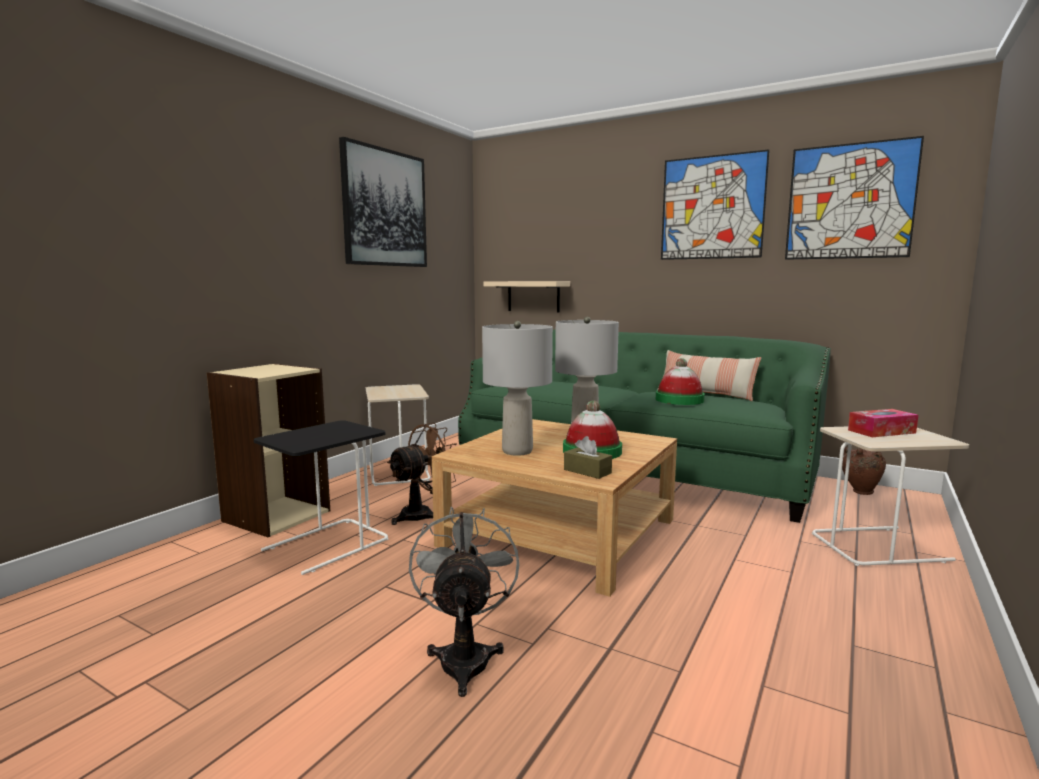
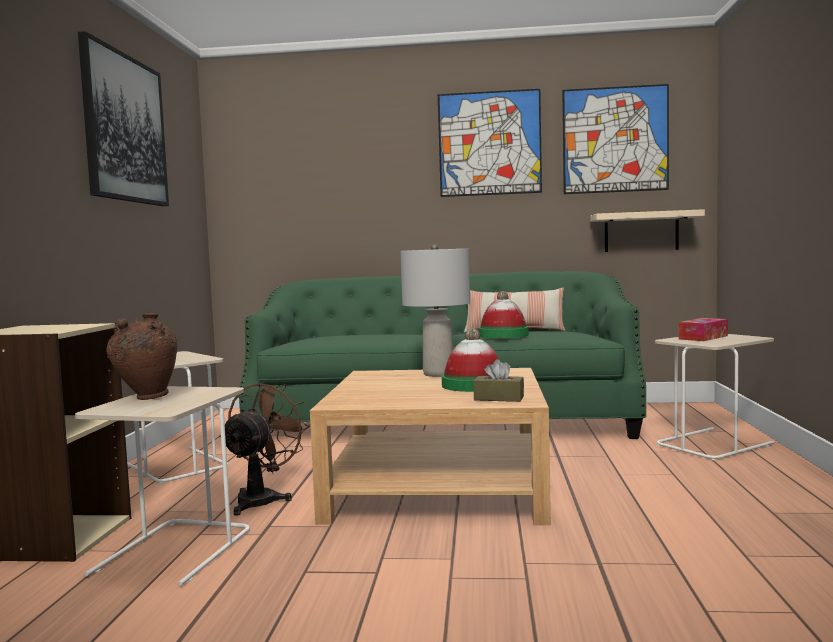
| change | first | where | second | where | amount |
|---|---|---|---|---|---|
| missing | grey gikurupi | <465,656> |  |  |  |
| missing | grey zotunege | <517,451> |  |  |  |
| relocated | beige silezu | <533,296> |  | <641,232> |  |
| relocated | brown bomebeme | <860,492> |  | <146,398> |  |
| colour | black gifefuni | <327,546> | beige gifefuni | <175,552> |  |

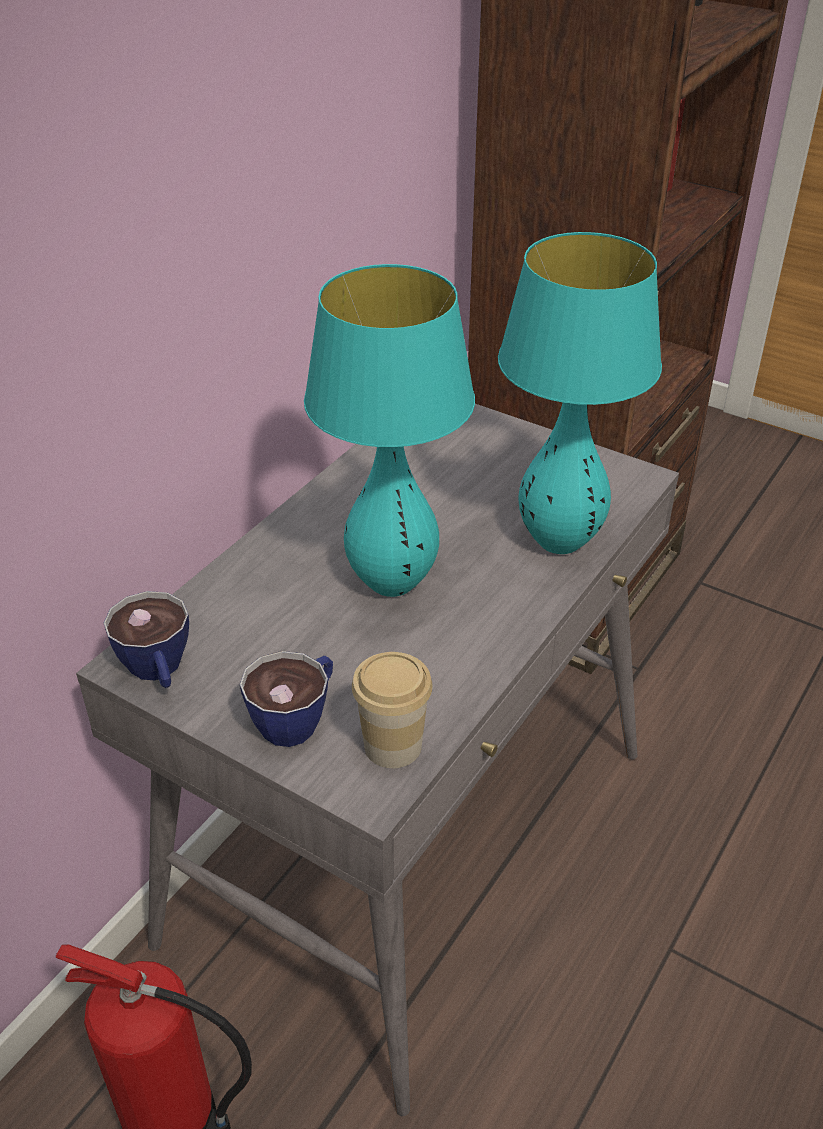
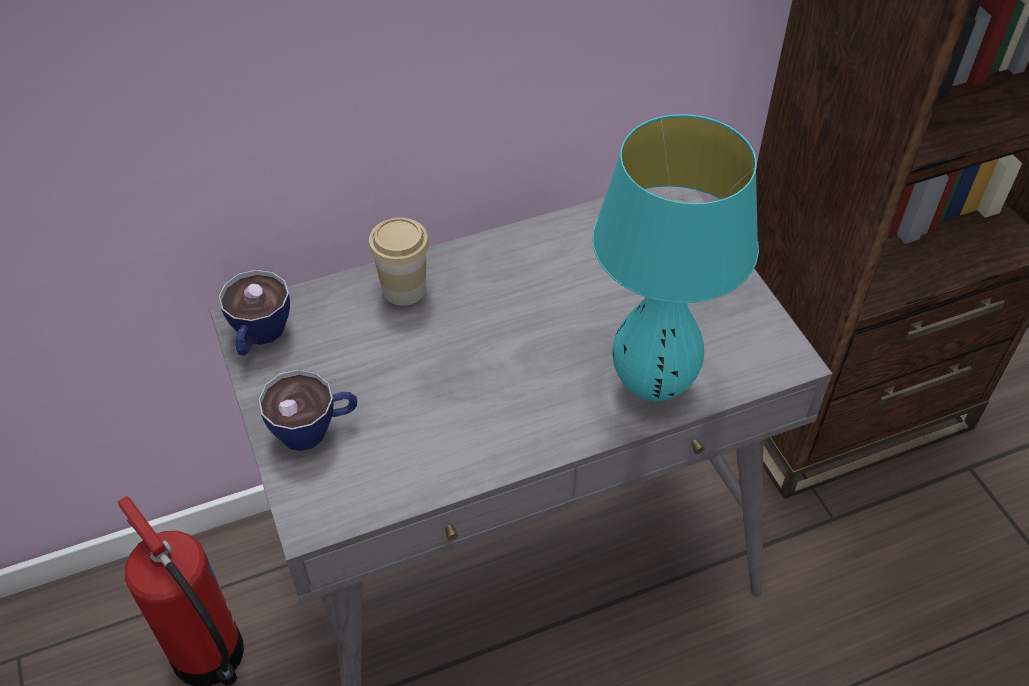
| change | first | where | second | where | amount |
|---|---|---|---|---|---|
| missing | turquoise zotunege | <391,583> |  |  |  |
| relocated | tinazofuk | <393,745> |  | <404,289> |  |

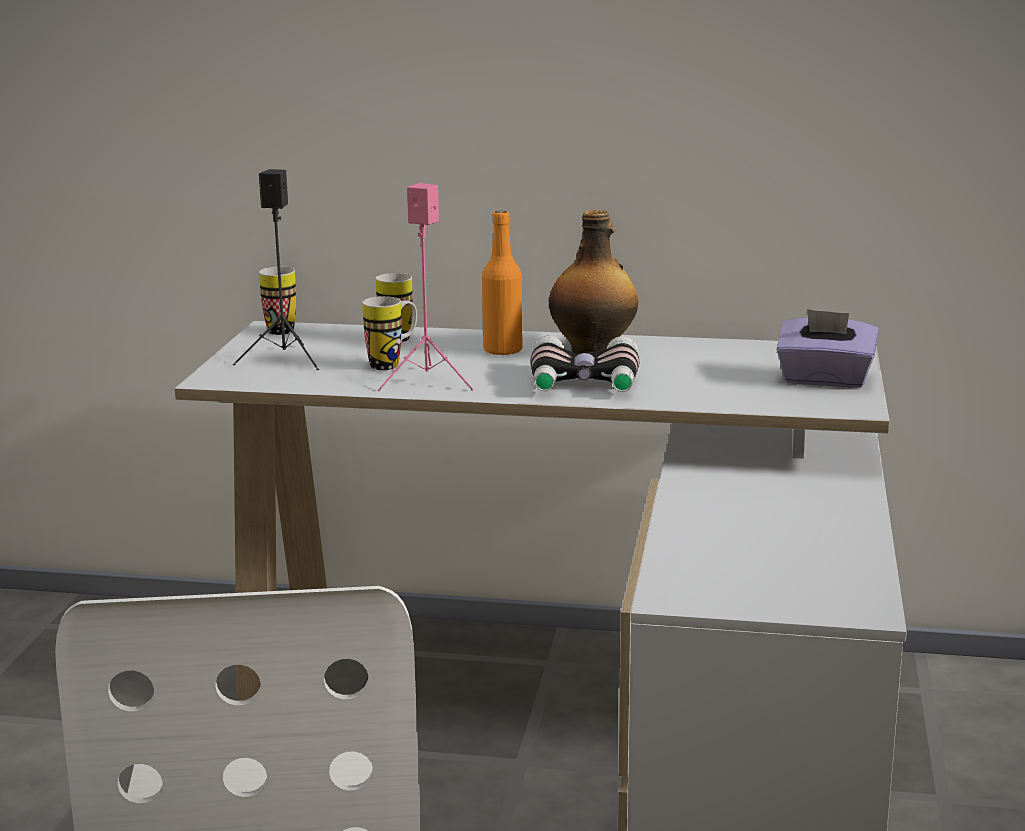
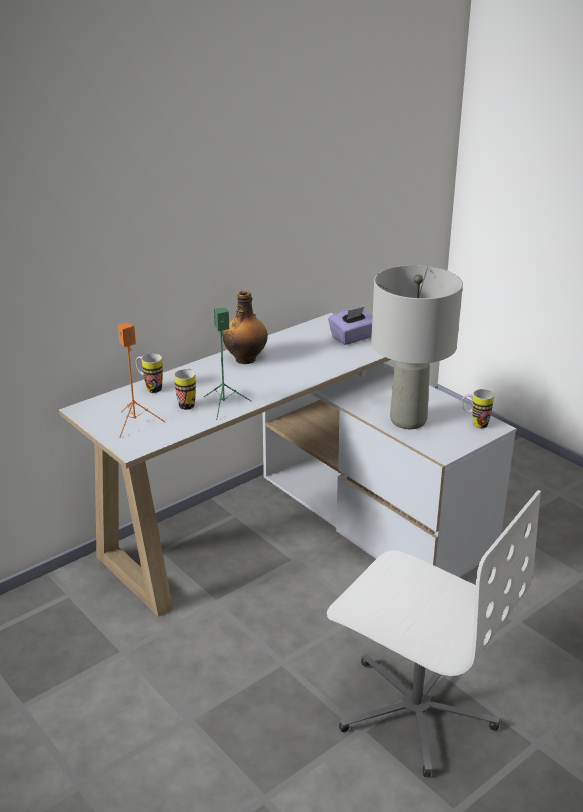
| change | first | where | second | where | amount |
|---|---|---|---|---|---|
| missing | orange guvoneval | <502,350> |  |  |  |
| missing | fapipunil | <584,383> |  |  |  |
| appeared |  |  | grey zotunege | <408,421> |  |
| relocated | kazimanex | <277,329> |  | <474,424> |  |
| colour | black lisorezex | <286,359> | orange lisorezex | <136,423> |  |
| colour | pink lisorezex | <426,382> | green lisorezex | <224,406> |  |

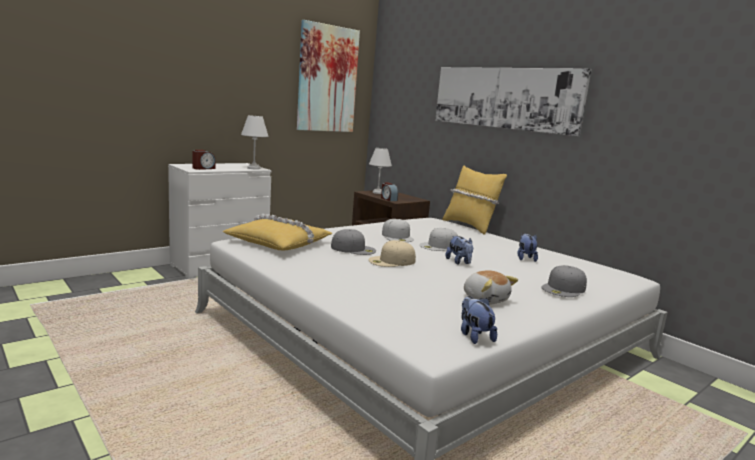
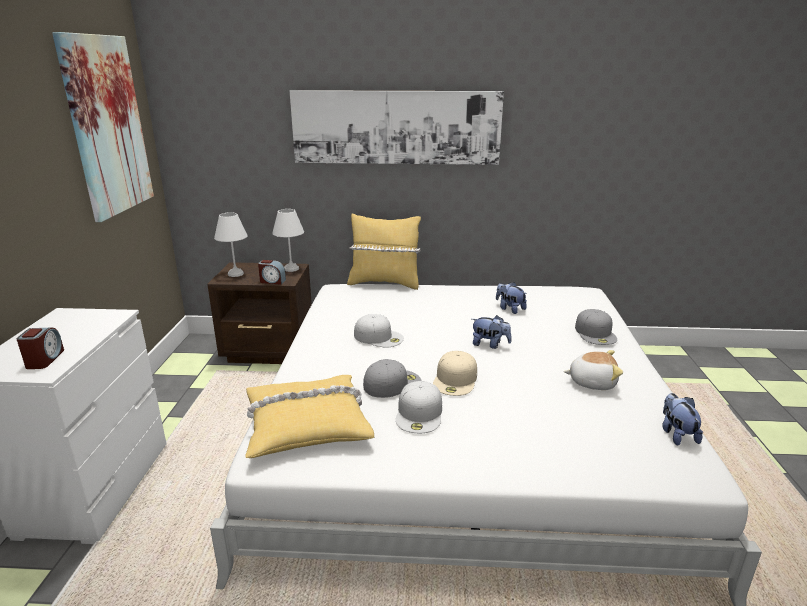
| change | first | where | second | where | amount |
|---|---|---|---|---|---|
| relocated | white zotunege | <254,168> |  | <291,268> |  |
| relocated | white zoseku | <439,246> |  | <420,413> |  |
| spun | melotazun | <474,336> |  | <676,434> | 60 degrees clockwise |

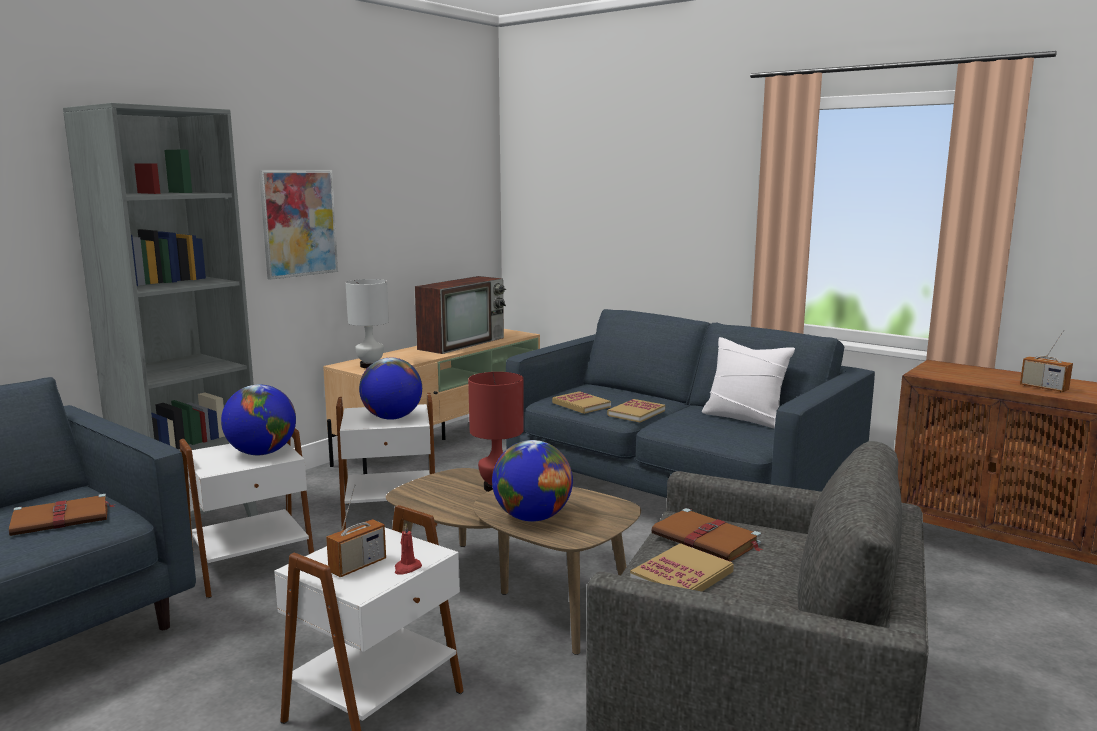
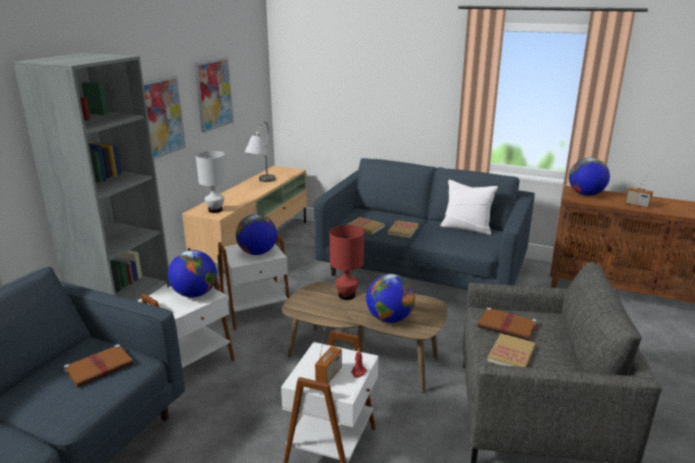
| change | first | where | second | where | amount |
|---|---|---|---|---|---|
| appeared |  |  | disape | <213,94> |  |
| appeared |  |  | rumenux | <585,194> |  |
| exchanged | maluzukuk | <462,343> | grey zotunege | <261,182> |  |

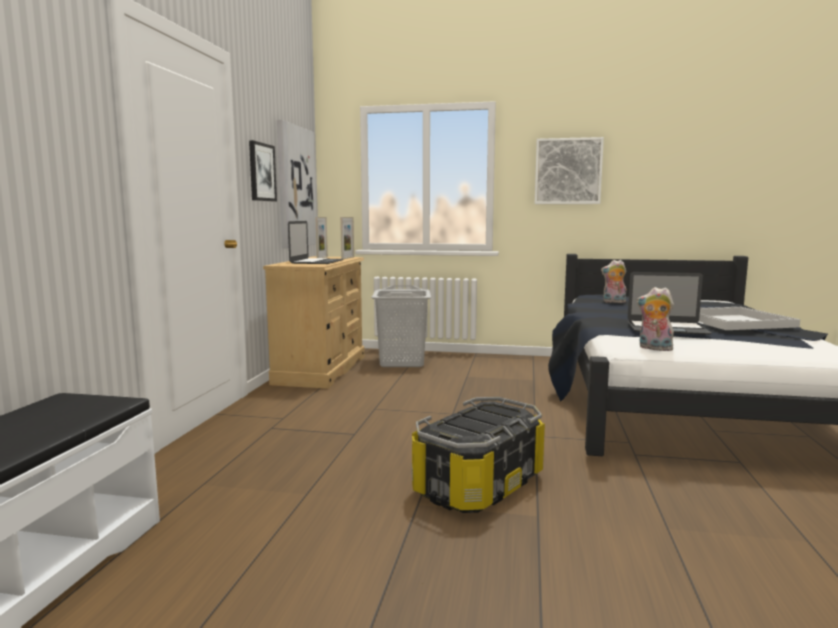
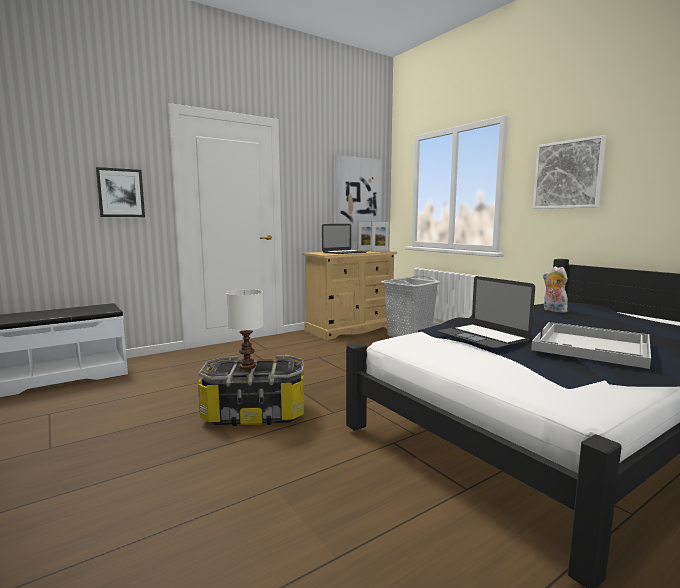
| change | first | where | second | where | amount |
|---|---|---|---|---|---|
| missing | melotazun | <653,348> |  |  |  |
| appeared |  |  | white zotunege | <247,366> |  |
| relocated | disape | <261,172> |  | <120,193> |  |

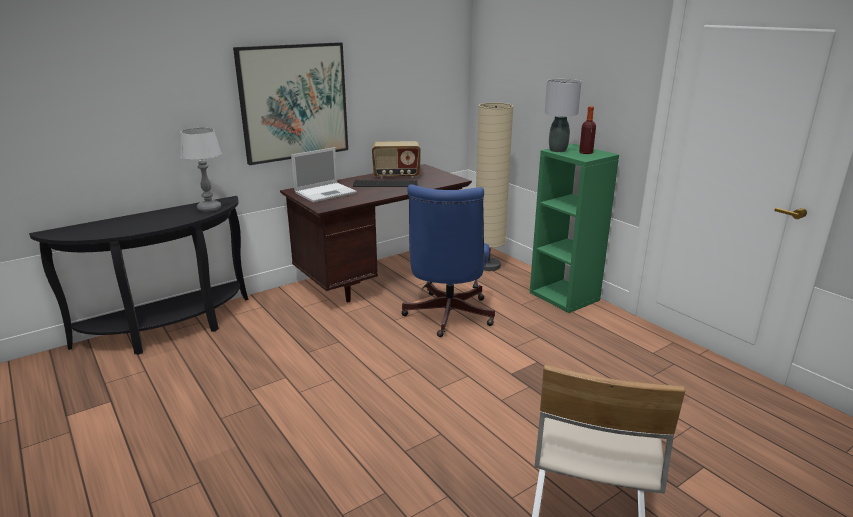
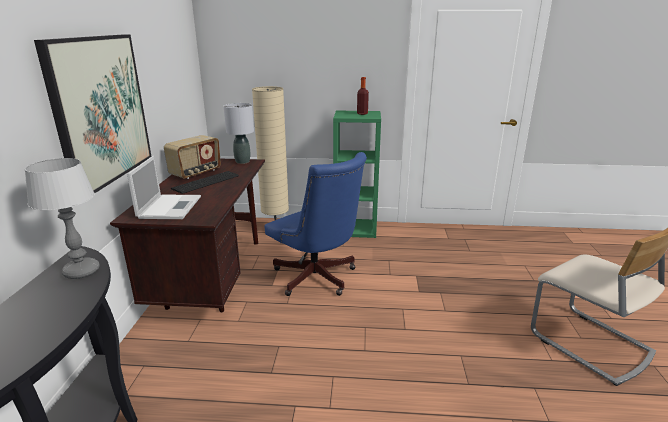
| change | first | where | second | where | amount |
|---|---|---|---|---|---|
| relocated | grey zotunege | <557,150> |  | <242,161> |  |

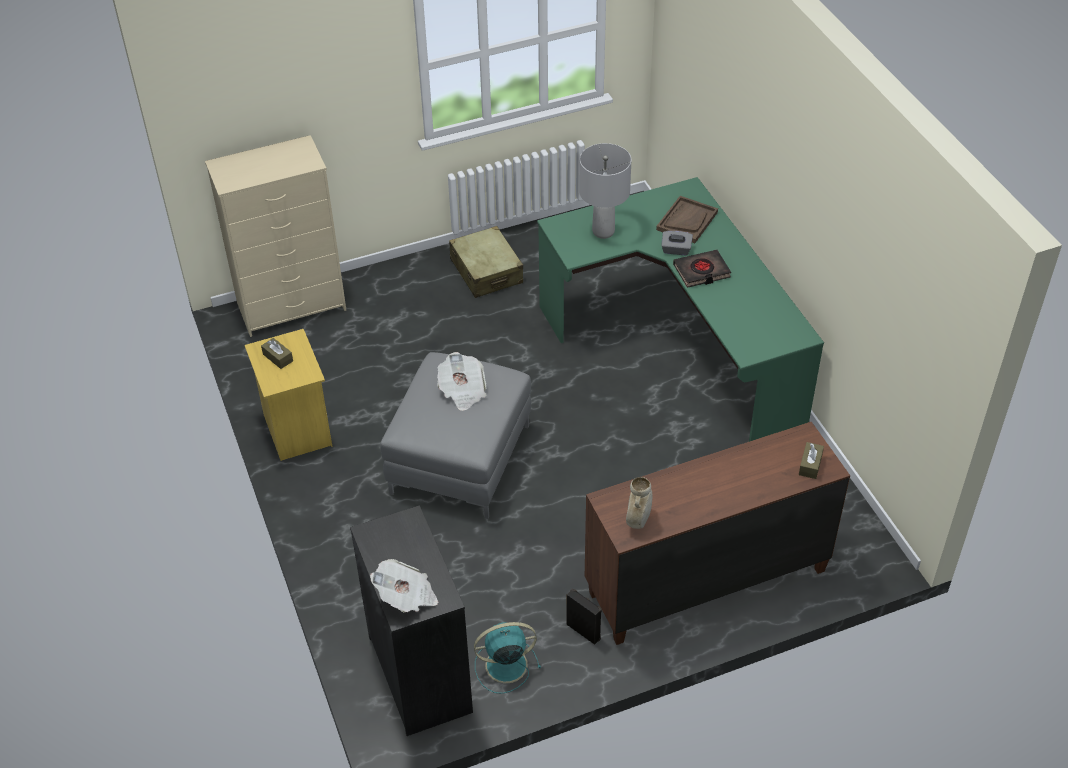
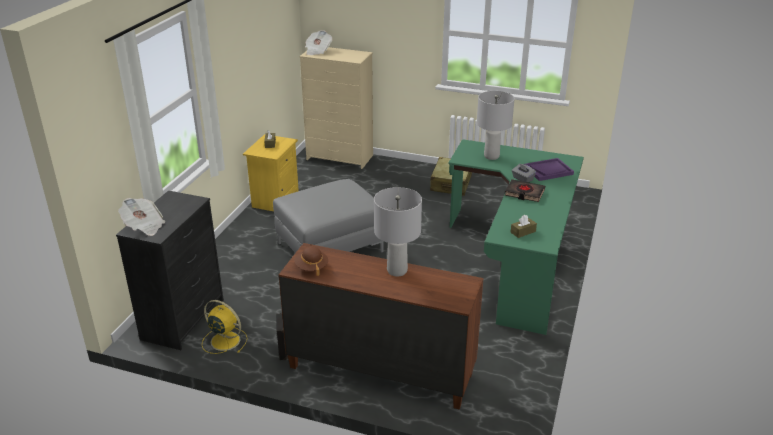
| change | first | where | second | where | amount |
|---|---|---|---|---|---|
| appeared |  |  | grey zotunege | <397,270> |  |
| relocated | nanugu | <462,391> |  | <317,51> |  |
| relocated | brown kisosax | <810,465> |  | <523,232> |  |
| exchanged | beige bomebeme | <638,520> | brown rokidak | <311,267> |  |
| colour | turquoise gikurupi | <504,665> | yellow gikurupi | <224,340> |  |
| colour | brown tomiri | <687,221> | purple tomiri | <548,170> |  |

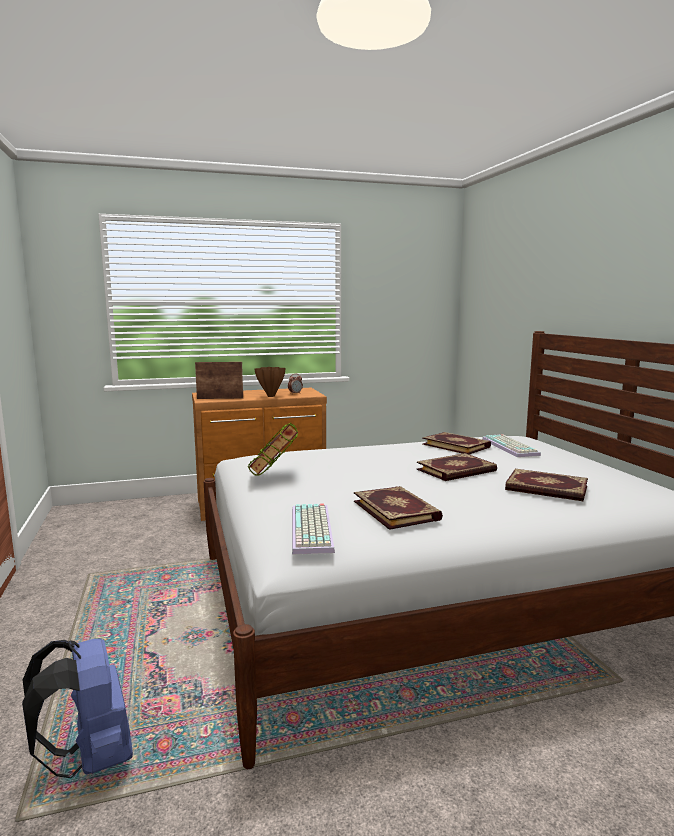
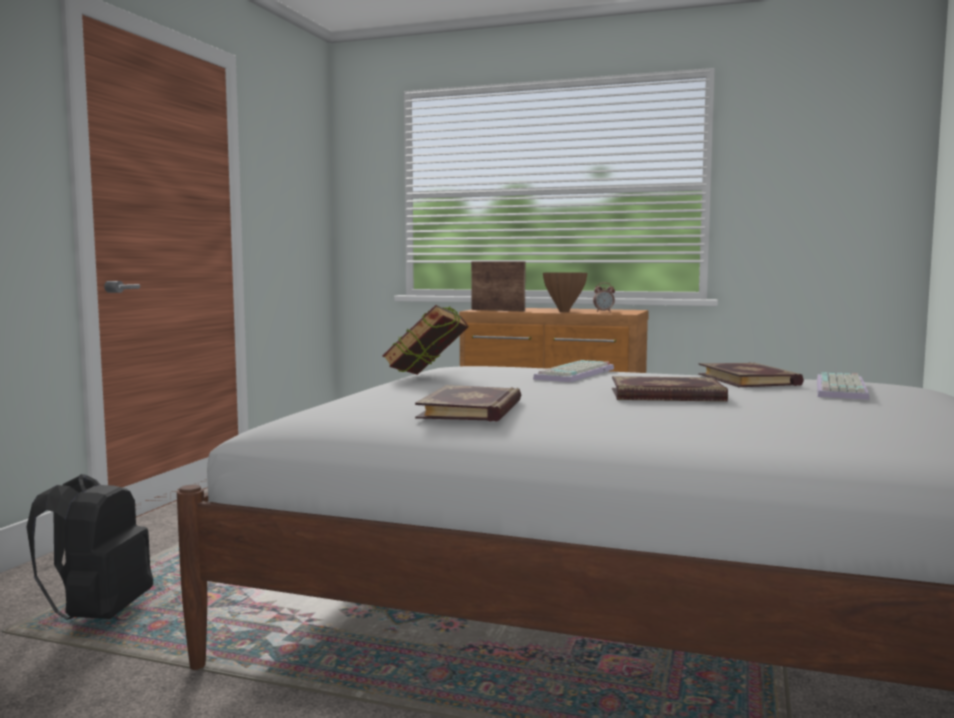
| change | first | where | second | where | amount |
|---|---|---|---|---|---|
| missing | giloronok | <546,489> |  |  |  |
| relocated | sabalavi | <313,530> |  | <576,374> |  |
| colour | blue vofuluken | <90,758> | black vofuluken | <98,614> |  |

